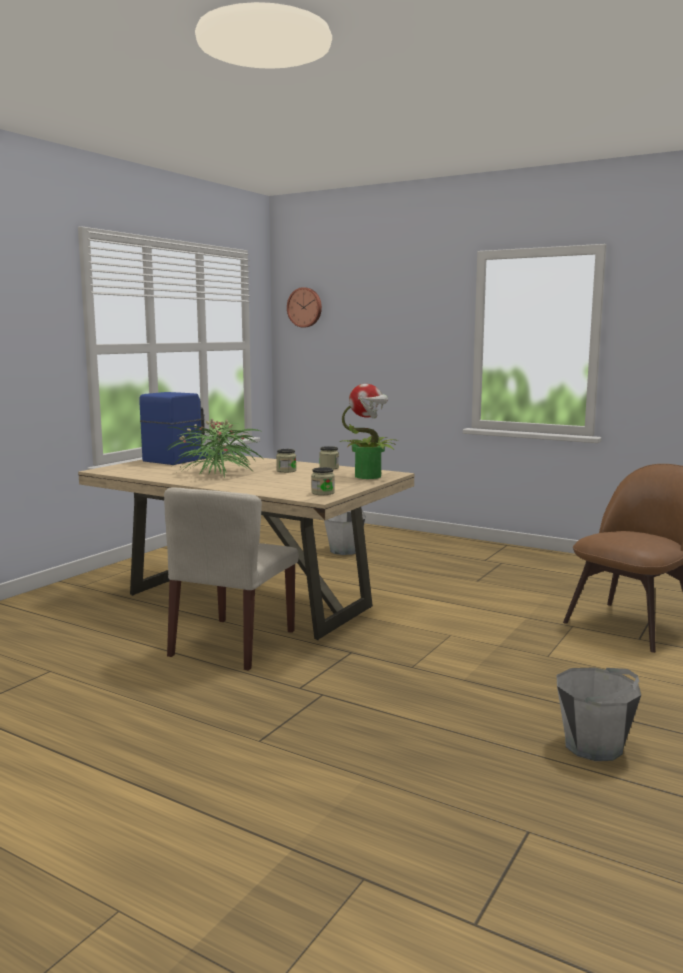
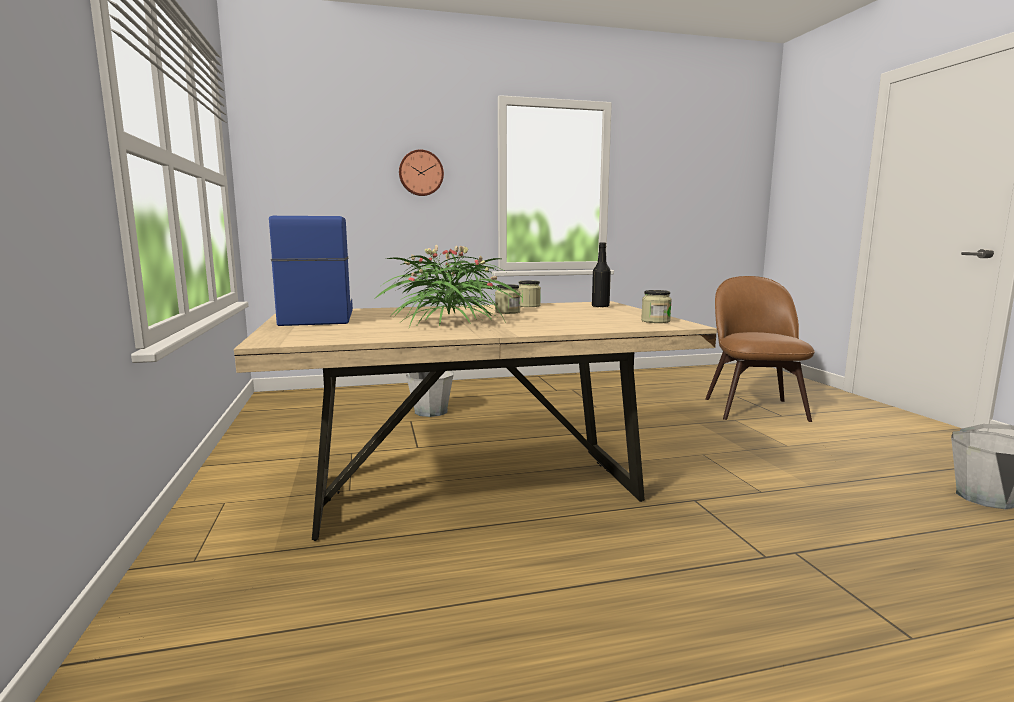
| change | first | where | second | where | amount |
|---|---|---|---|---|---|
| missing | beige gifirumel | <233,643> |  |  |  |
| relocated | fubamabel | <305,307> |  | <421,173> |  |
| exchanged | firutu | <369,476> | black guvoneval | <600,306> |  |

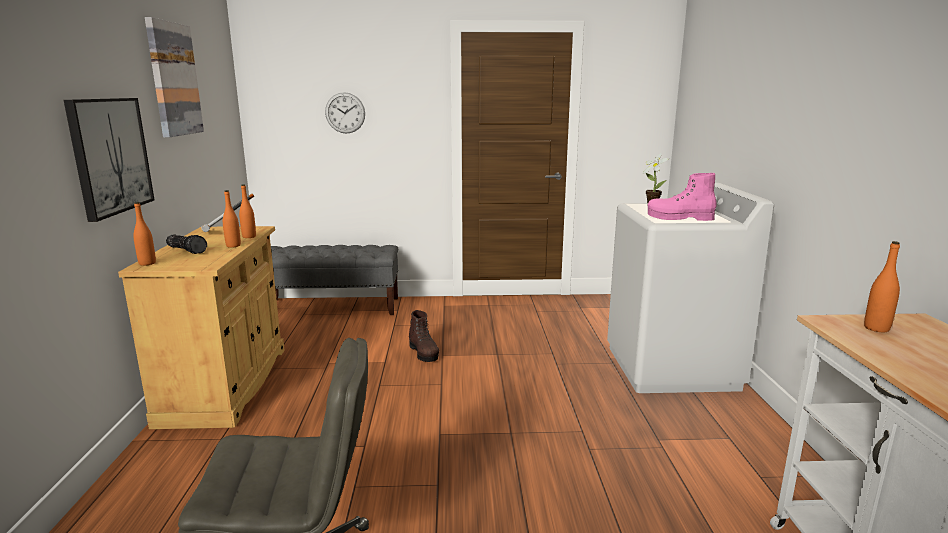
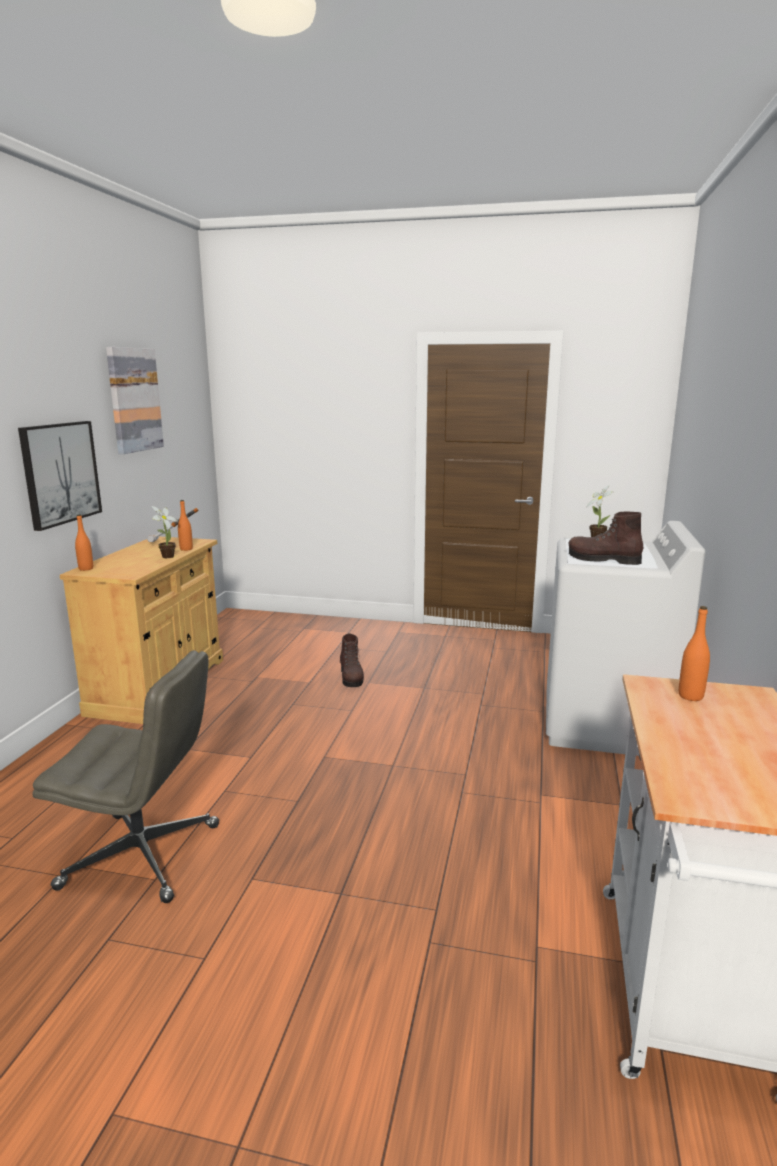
| change | first | where | second | where | amount |
|---|---|---|---|---|---|
| missing | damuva | <187,250> |  |  |  |
| missing | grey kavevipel | <332,307> |  |  |  |
| missing | fubamabel | <345,113> |  |  |  |
| exchanged | orange guvoneval | <233,246> | firutu | <166,557> |  |
| colour | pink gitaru | <679,218> | brown gitaru | <603,560> |  |

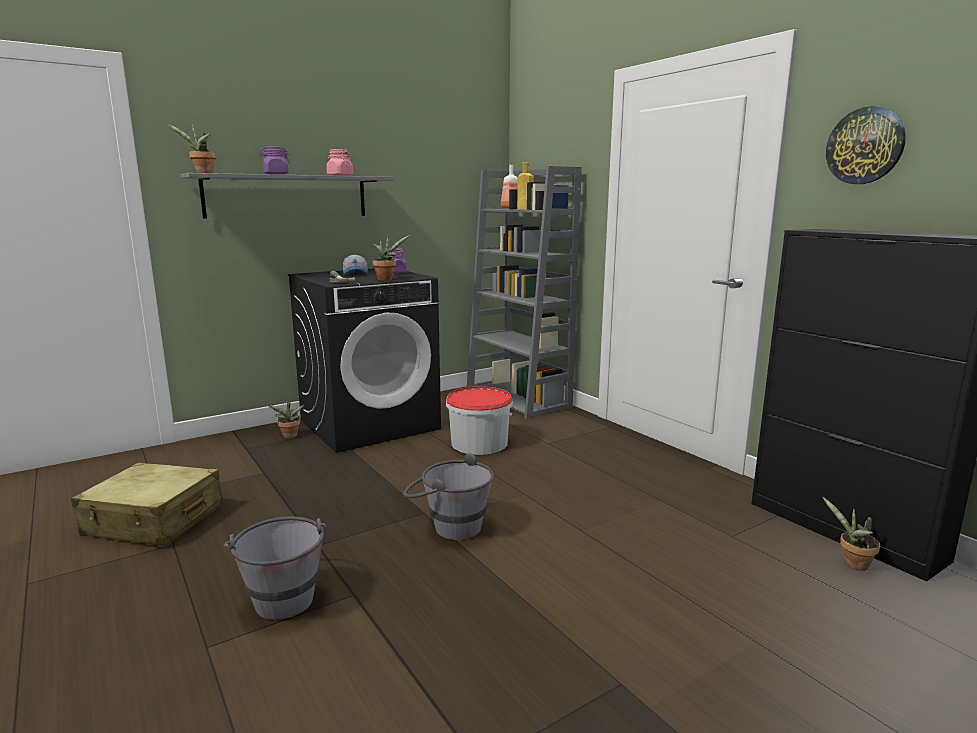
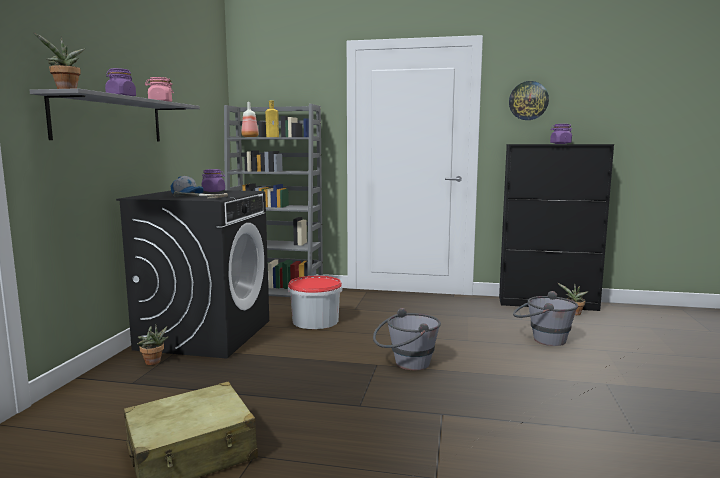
| change | first | where | second | where | amount |
|---|---|---|---|---|---|
| missing | firutu | <387,279> |  |  |  |
| appeared |  |  | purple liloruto | <560,143> |  |
| relocated | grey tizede | <282,594> |  | <542,339> |  |

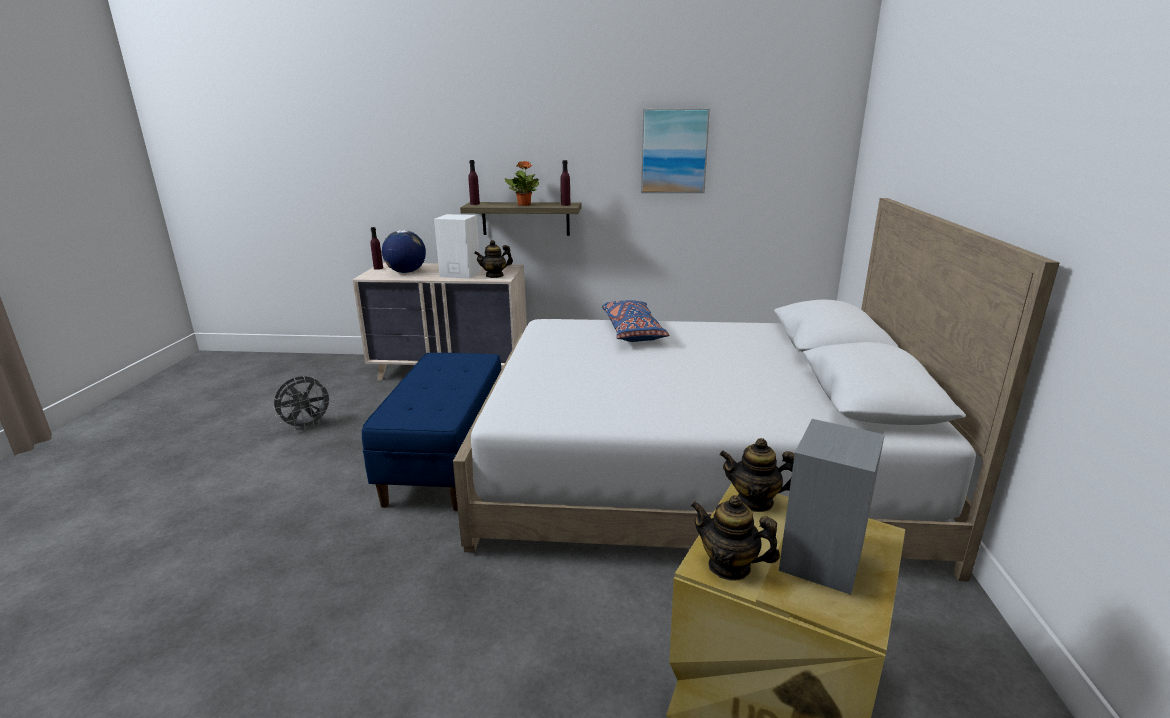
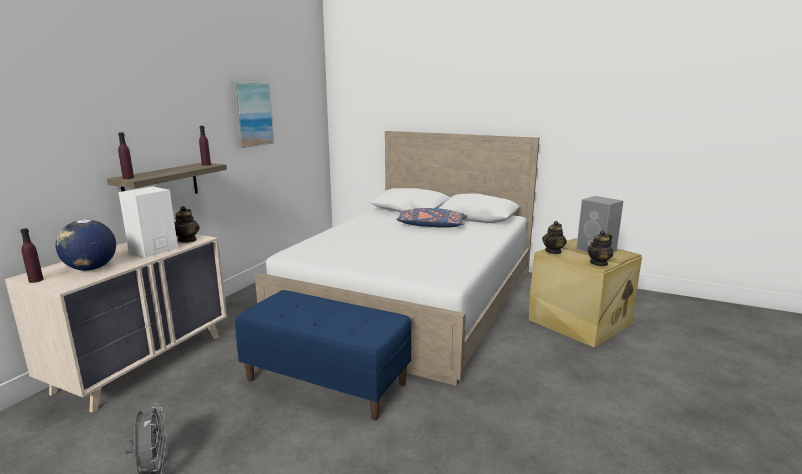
| change | first | where | second | where | amount |
|---|---|---|---|---|---|
| missing | firutu | <524,205> |  |  |  |
| relocated | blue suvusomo | <632,331> |  | <431,225> |  |

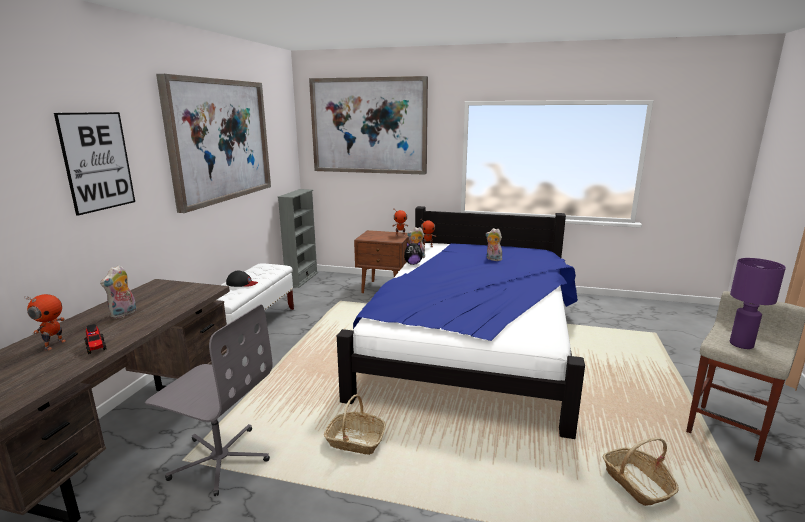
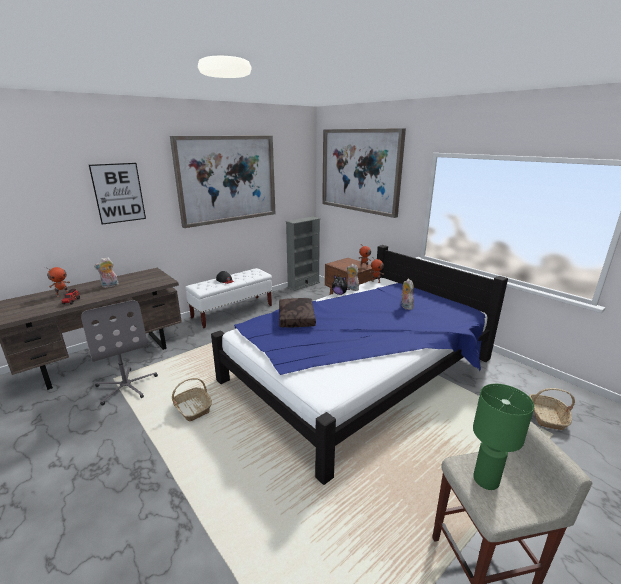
| change | first | where | second | where | amount |
|---|---|---|---|---|---|
| appeared |  |  | brown suvusomo | <297,318> |  |
| relocated | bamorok | <637,484> |  | <547,417> |  |
| colour | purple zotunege | <740,344> | green zotunege | <485,479> |  |

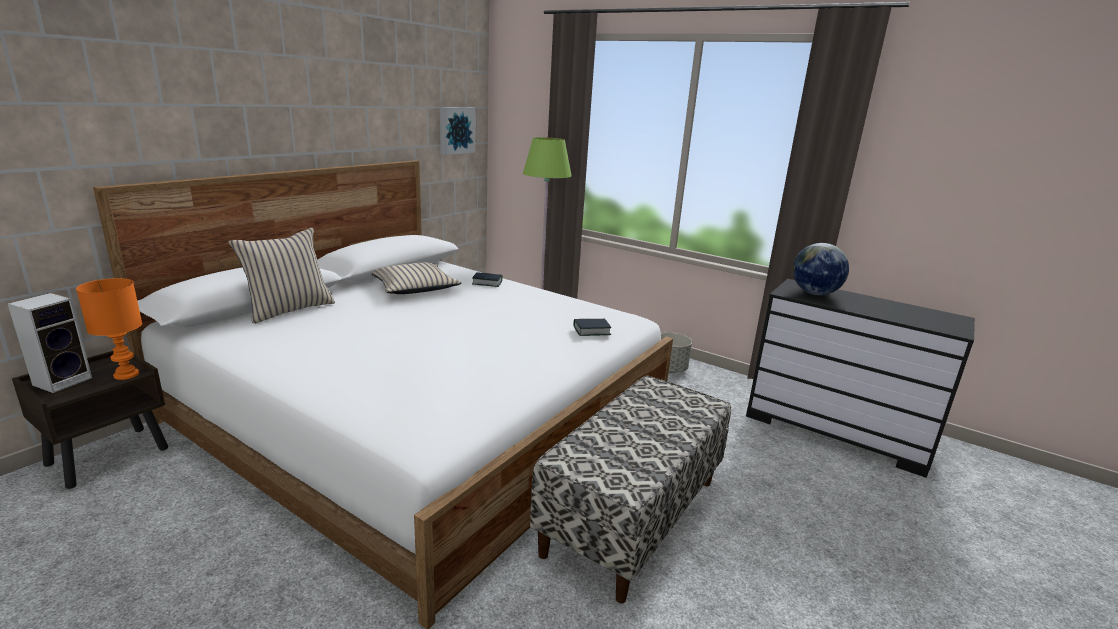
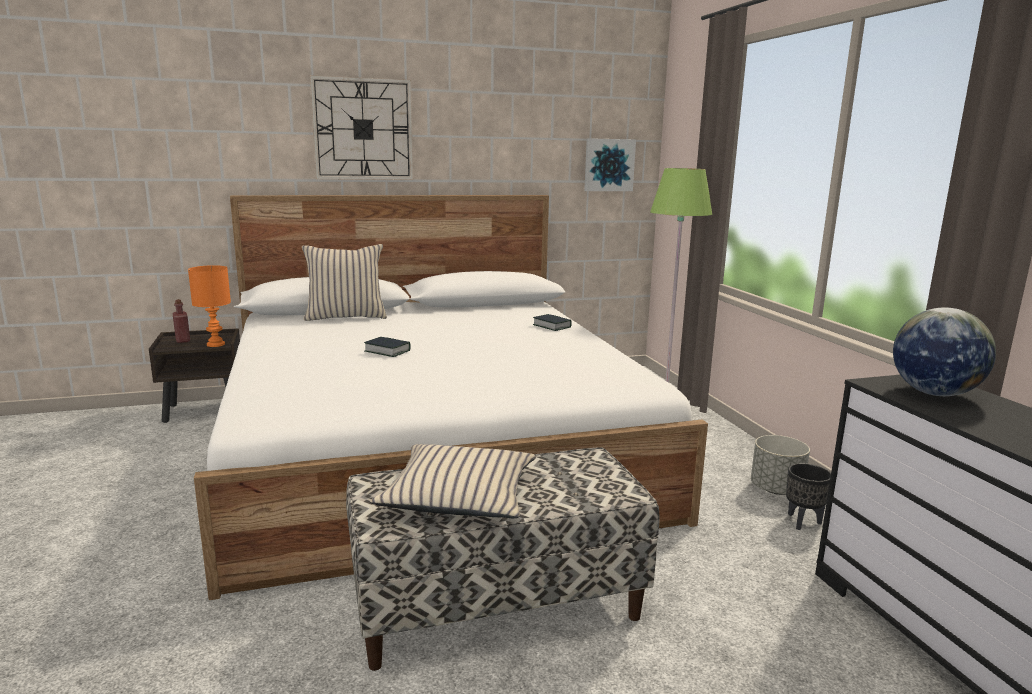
| change | first | where | second | where | amount |
|---|---|---|---|---|---|
| appeared |  |  | fubamabel | <363,129> |  |
| appeared |  |  | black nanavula | <803,522> |  |
| relocated | beige suvusomo | <414,287> |  | <459,496> |  |
| relocated | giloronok | <591,331> |  | <387,351> |  |
| exchanged | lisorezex | <64,380> | red guvoneval | <183,340> |  |

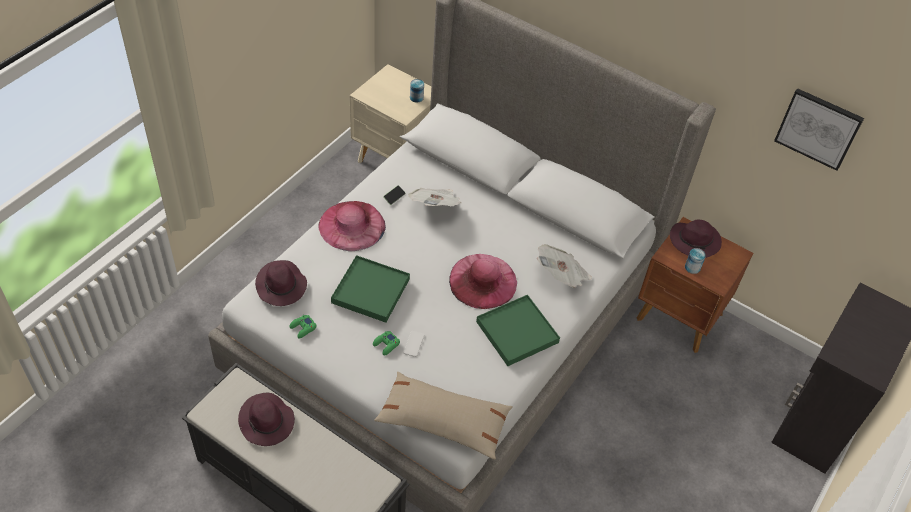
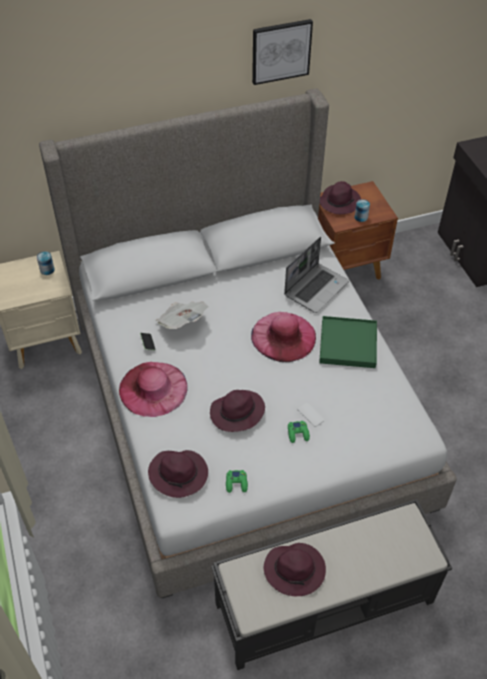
| change | first | where | second | where | amount |
|---|---|---|---|---|---|
| missing | beige suvusomo | <443,421> |  |  |  |
| relocated | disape | <818,128> |  | <281,51> |  |
| exchanged | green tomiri | <370,291> | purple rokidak | <236,413> |  |
| exchanged | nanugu | <562,276> | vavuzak | <316,288> |  |

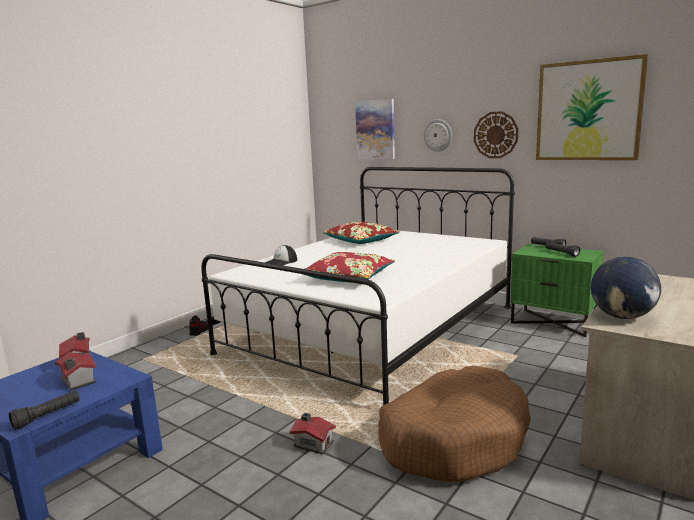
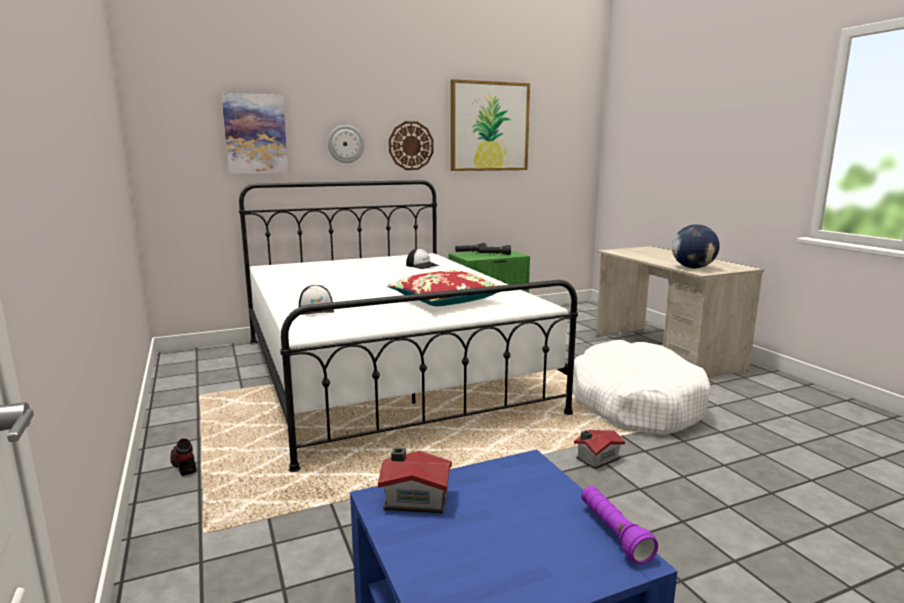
| change | first | where | second | where | amount |
|---|---|---|---|---|---|
| missing | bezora | <77,381> |  |  |  |
| missing | red suvusomo | <361,240> |  |  |  |
| appeared |  |  | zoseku | <422,266> |  |
| colour | black damuva | <47,416> | purple damuva | <613,533> |  |
| colour | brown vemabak | <453,438> | white vemabak | <635,403> |  |

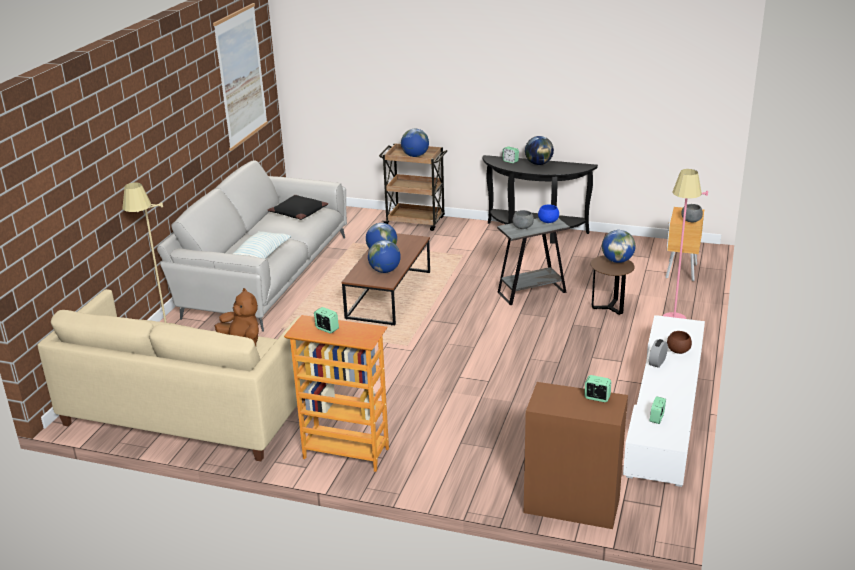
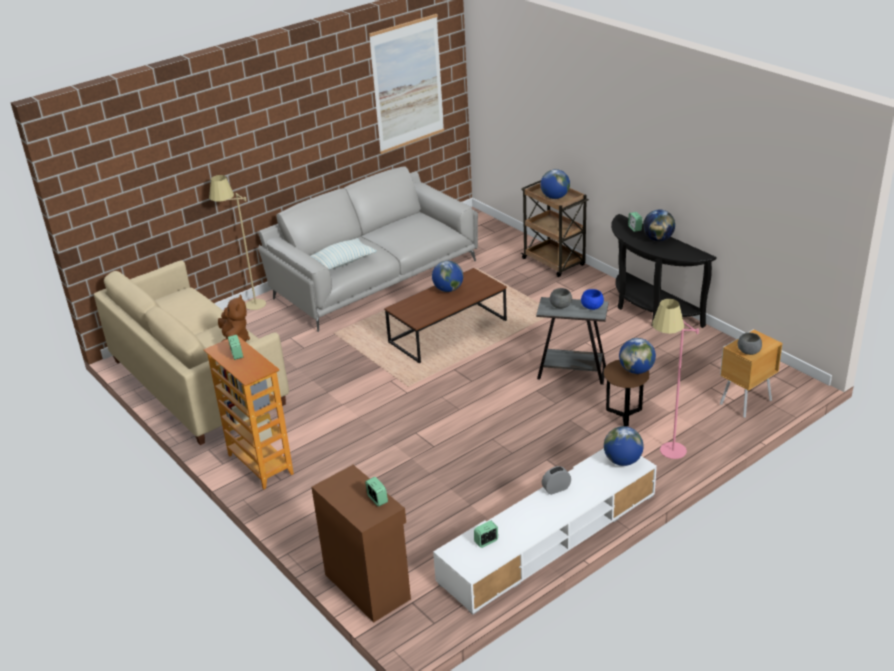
| change | first | where | second | where | amount |
|---|---|---|---|---|---|
| missing | black suvusomo | <298,213> |  |  |  |
| missing | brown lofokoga | <678,351> |  |  |  |
| relocated | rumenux | <385,271> |  | <622,461> |  |

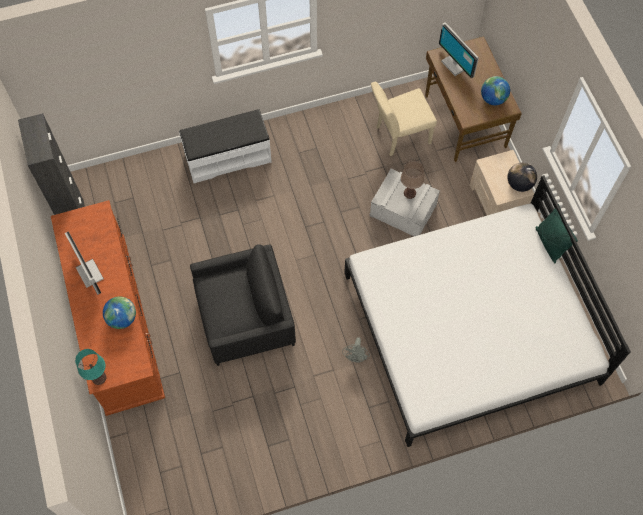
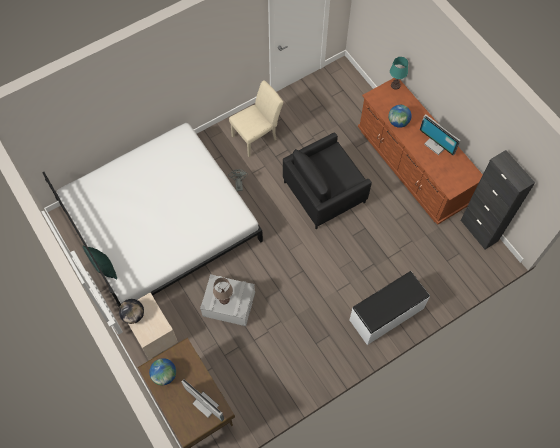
| change | first | where | second | where | amount |
|---|---|---|---|---|---|
| relocated | beige gifirumel | <398,136> |  | <257,136> |  |

